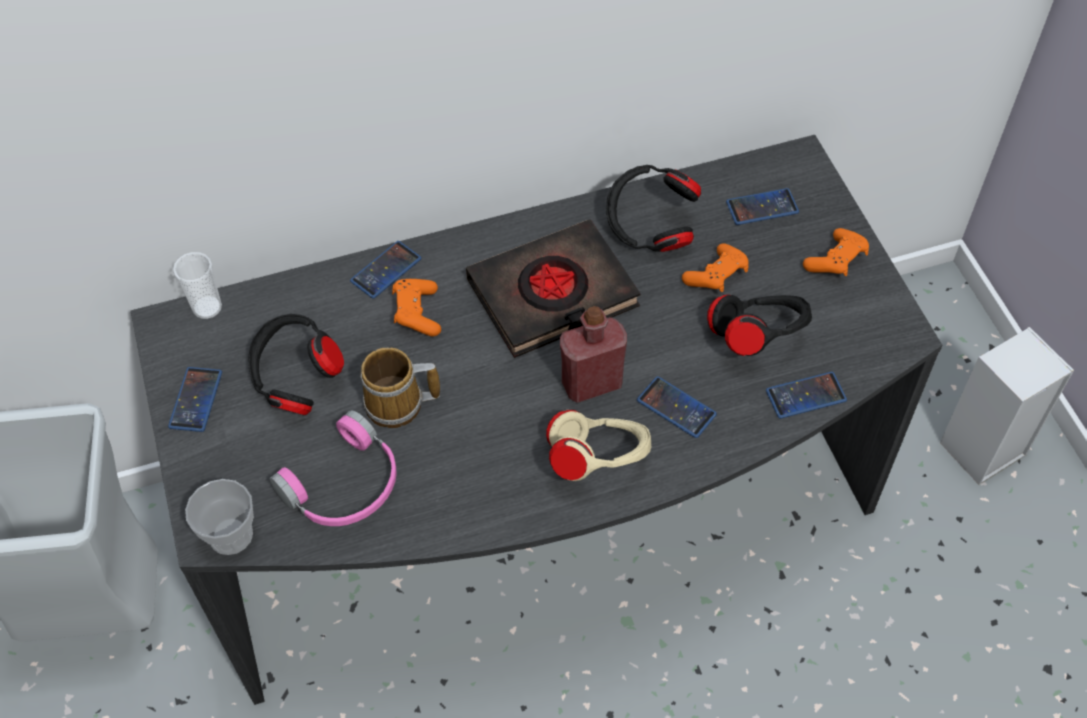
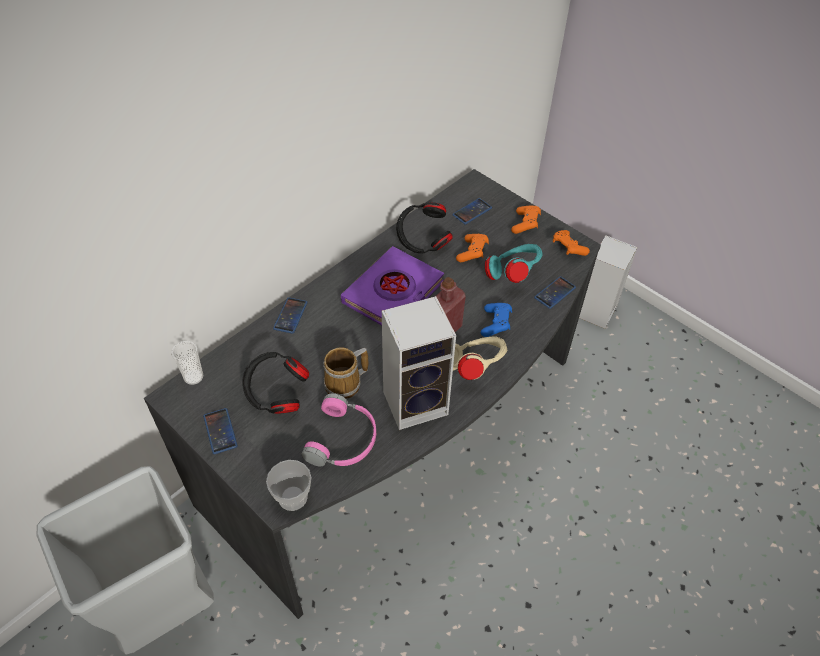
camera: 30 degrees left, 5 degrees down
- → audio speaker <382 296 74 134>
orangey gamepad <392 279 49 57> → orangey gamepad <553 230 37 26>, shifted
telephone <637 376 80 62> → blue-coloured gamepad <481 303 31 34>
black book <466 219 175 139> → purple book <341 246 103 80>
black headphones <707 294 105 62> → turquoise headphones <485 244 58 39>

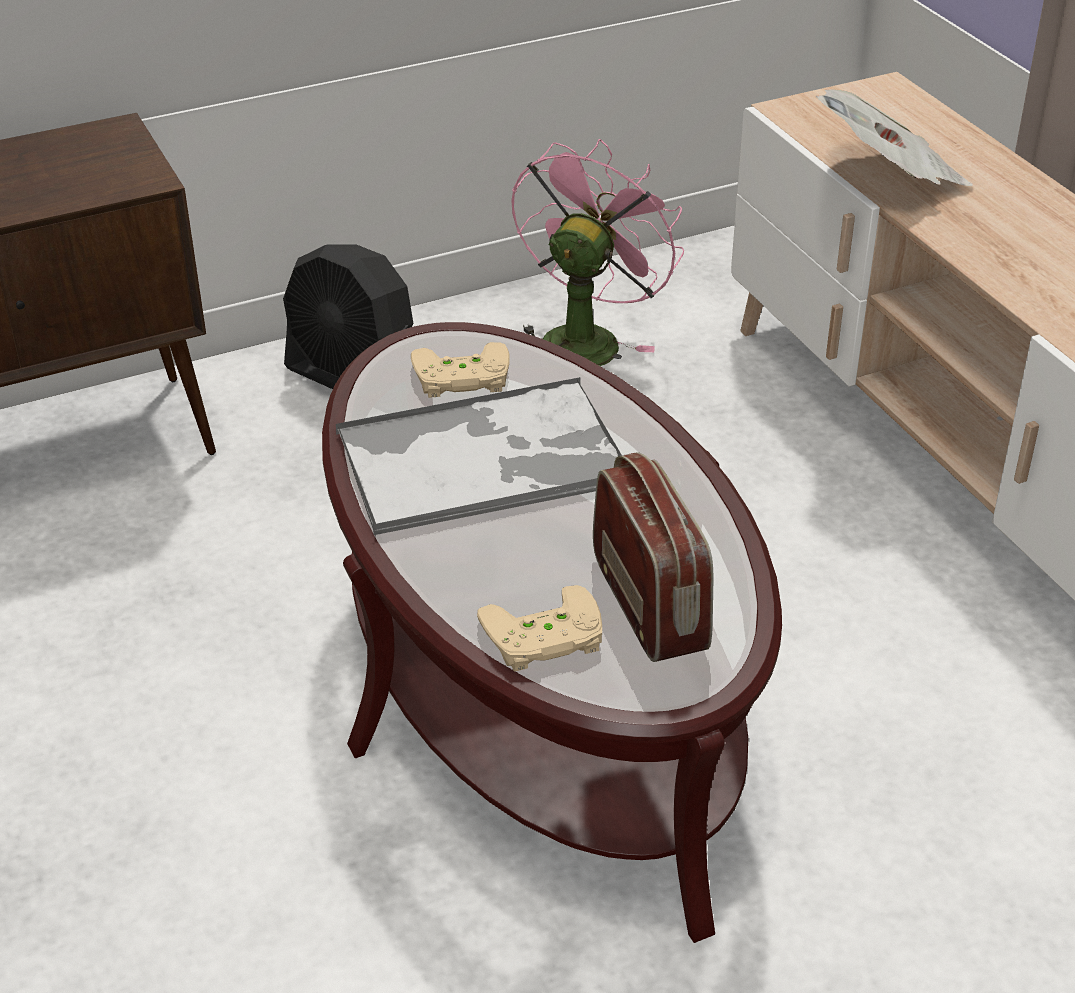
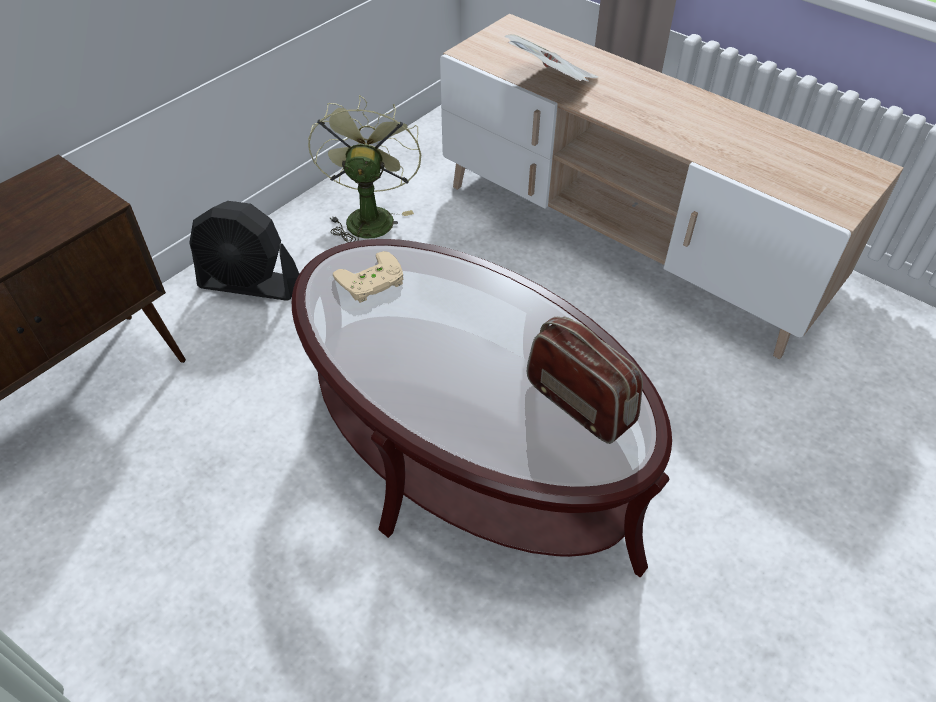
camera: 25 degrees left, 10 degrees up
carrying tray <336 377 286 160> → -
sand-coloured gamepad <477 585 125 86> → -
pinkish electric fan <511 139 173 227> → greenish electric fan <308 95 113 147>

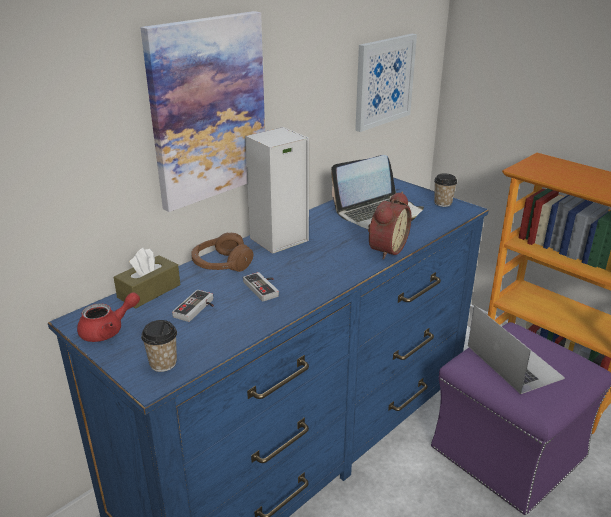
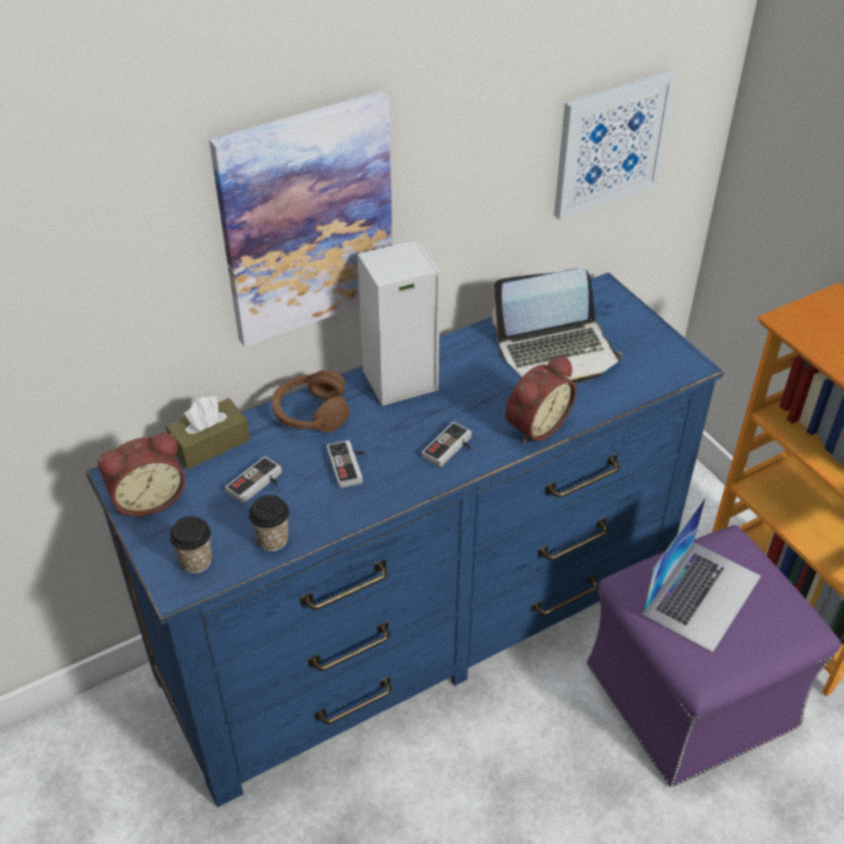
camera: 15 degrees right, 15 degrees up
- → gamepad <422 422 50 45>
cup <434 173 23 34> → cup <249 495 40 56>, shifted
red tea pot <77 292 63 50> → bedside clock <98 433 87 84>
notebook computer <468 305 97 89> → notebook computer <642 497 119 156>, 45 degrees clockwise

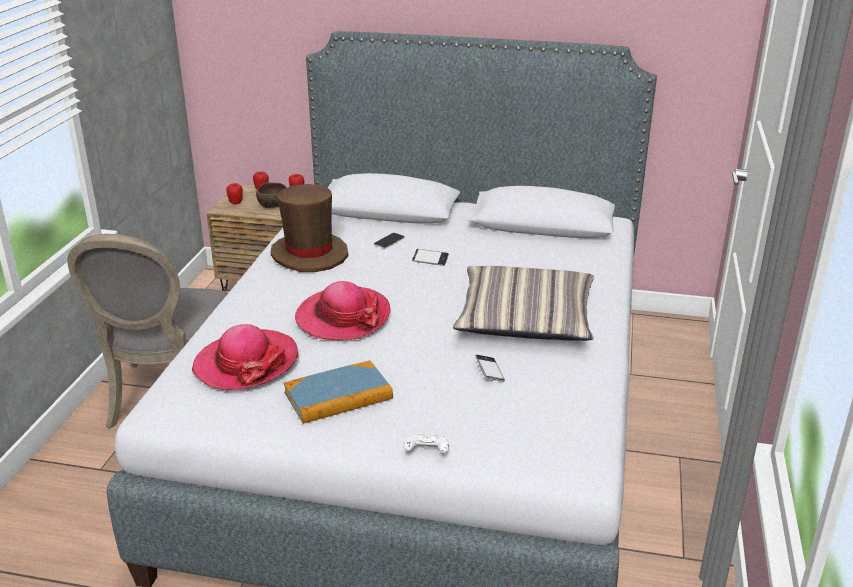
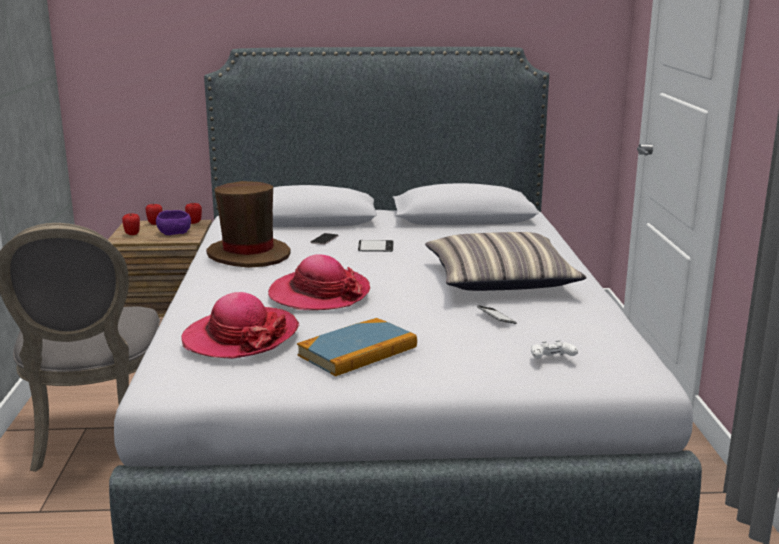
camera: 15 degrees left, 10 degrees down
white gamepad <404 433 45 20> → white gamepad <531 340 47 19>, shifted
brownish serving bowl <256 182 31 26> → purple serving bowl <156 210 35 25>

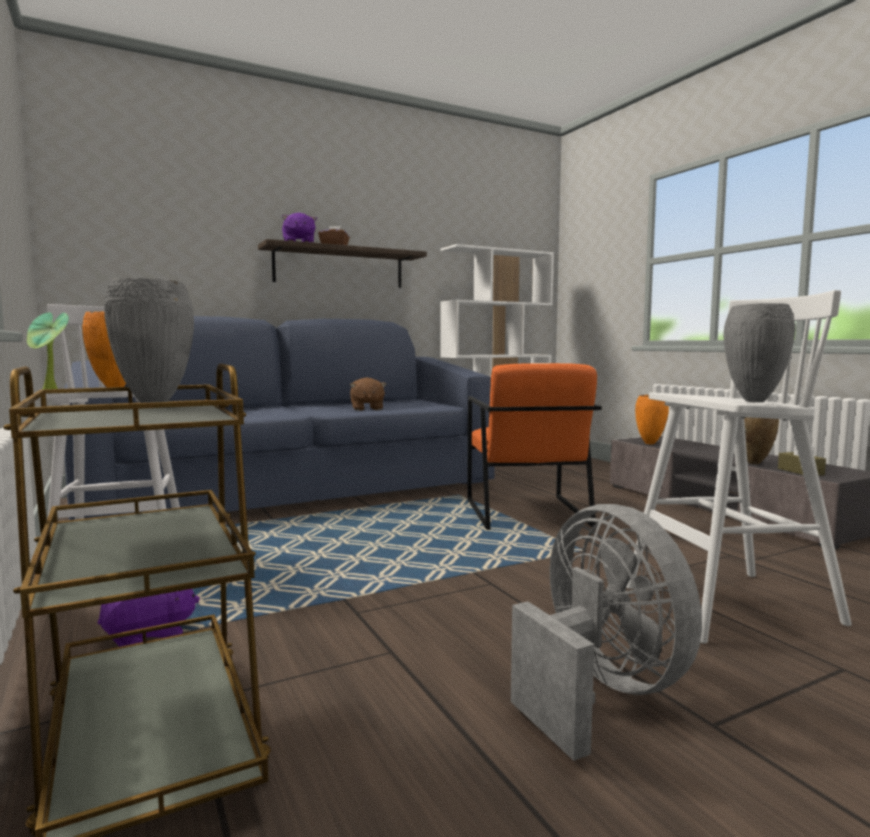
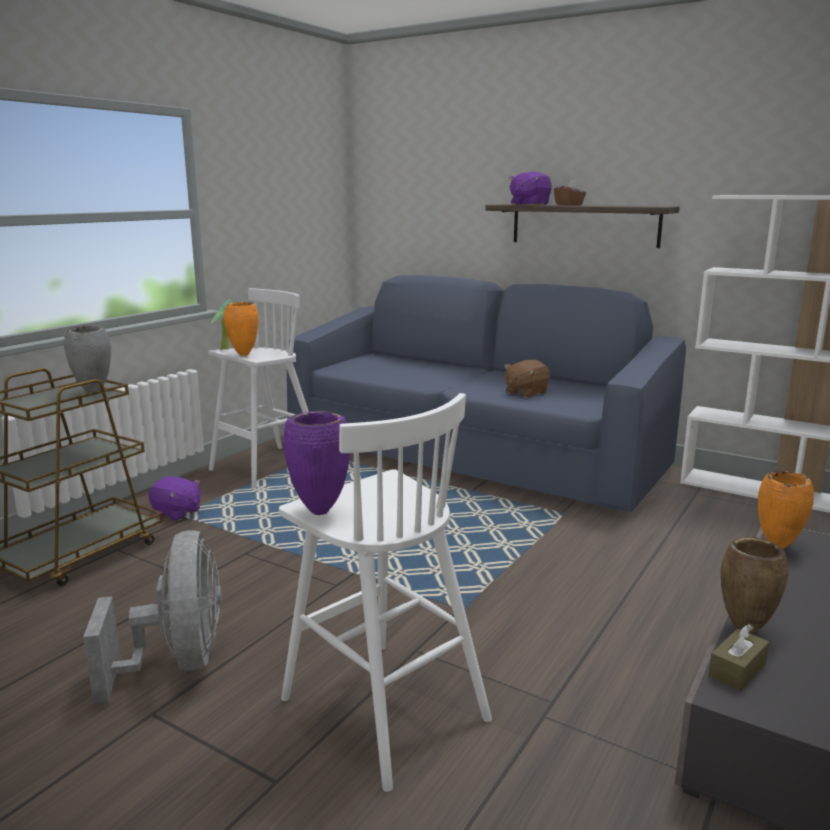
camera: 60 degrees right, 10 degrees up
orangey armchair <467 363 135 167> → -
grey vase <723 303 73 99> → purple vase <283 411 67 104>
grey electric fan <511 504 191 257> → grey electric fan <83 530 139 174>, 45 degrees counterclockwise

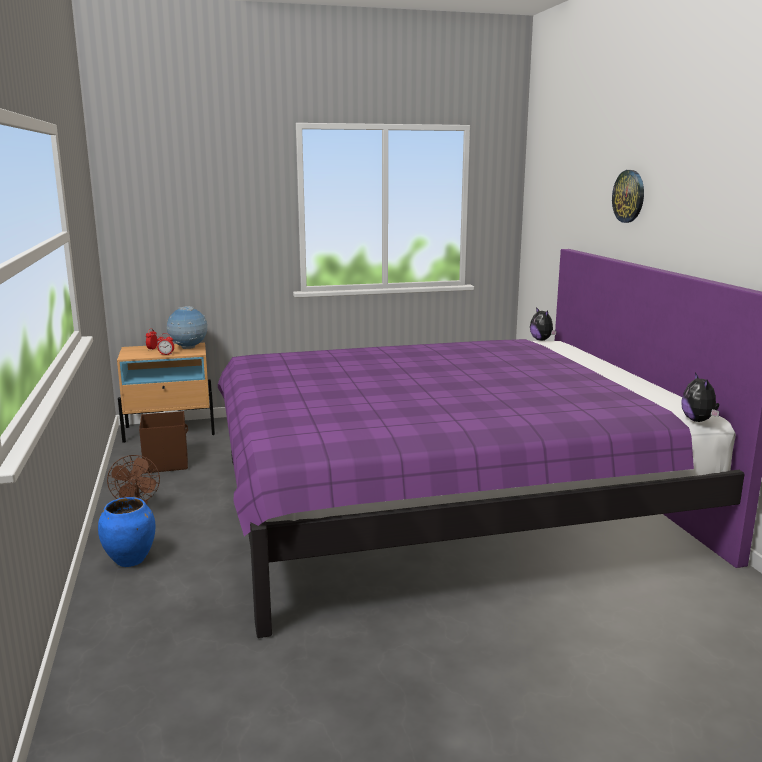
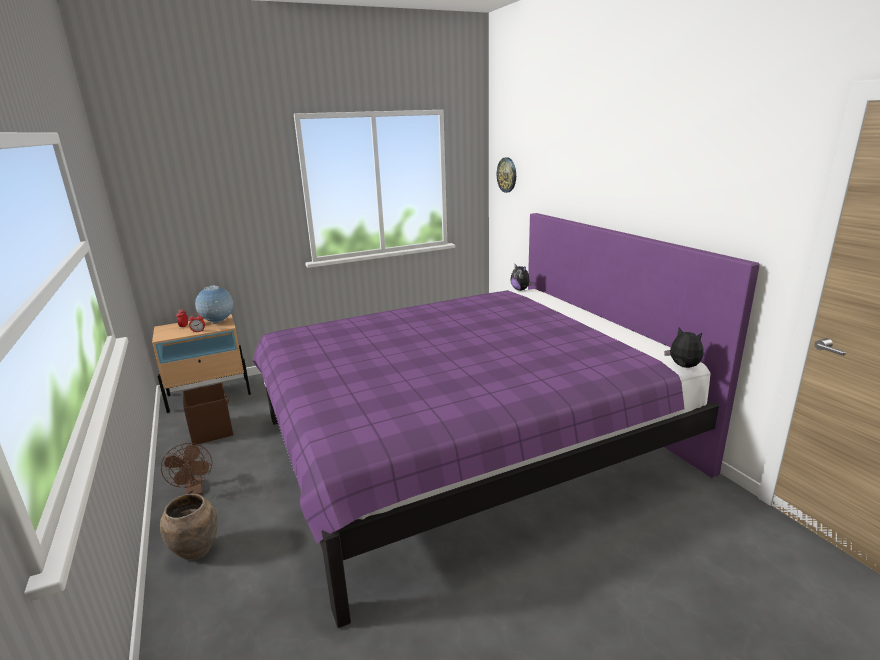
camera: 10 degrees left, 5 degrees up
wall clock <612 170 32 53> → wall clock <497 157 19 36>, shifted
blue-coloured vase <98 497 57 70> → brownish vase <160 494 58 67>
cuddly toy <681 372 38 50> → cuddly toy <664 327 40 41>, 150 degrees clockwise

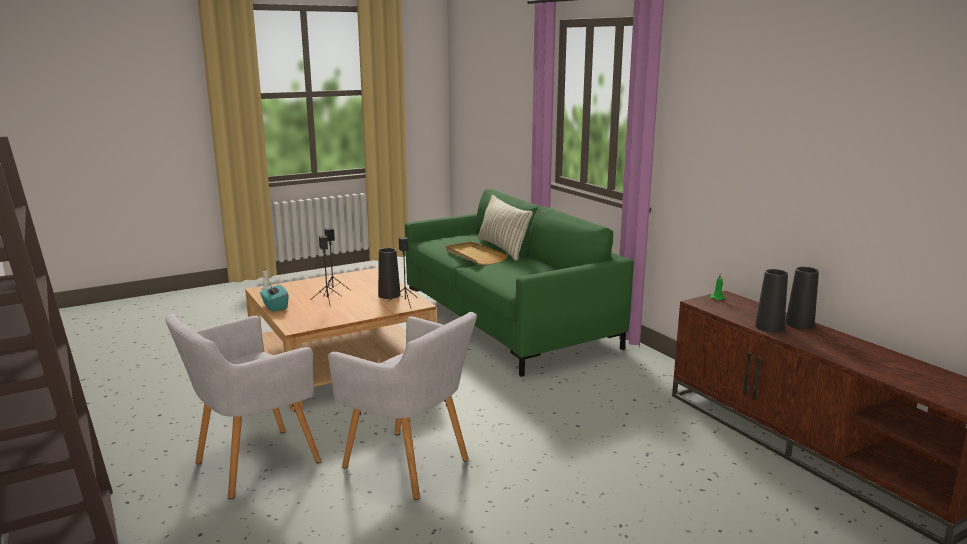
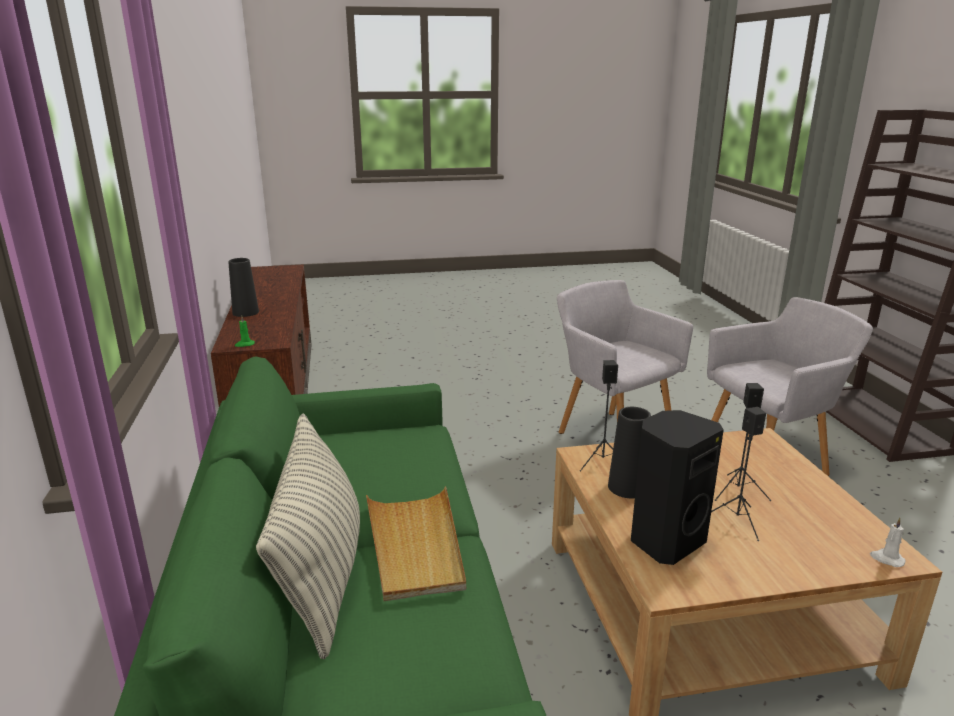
camera: 160 degrees left, 5 degrees up
turquoise tissue holder <260 283 29 29> → -
black vase <755 269 33 63> → -
- → black audio speaker <631 410 93 155>

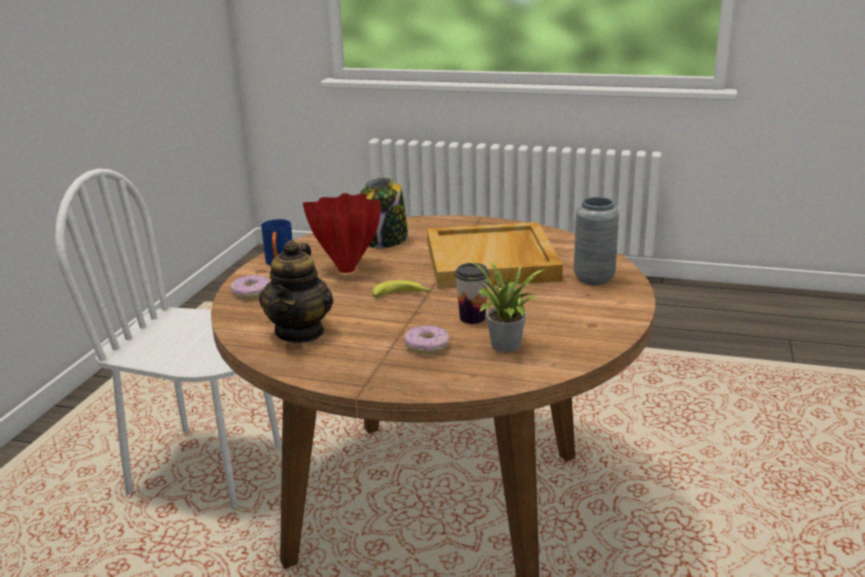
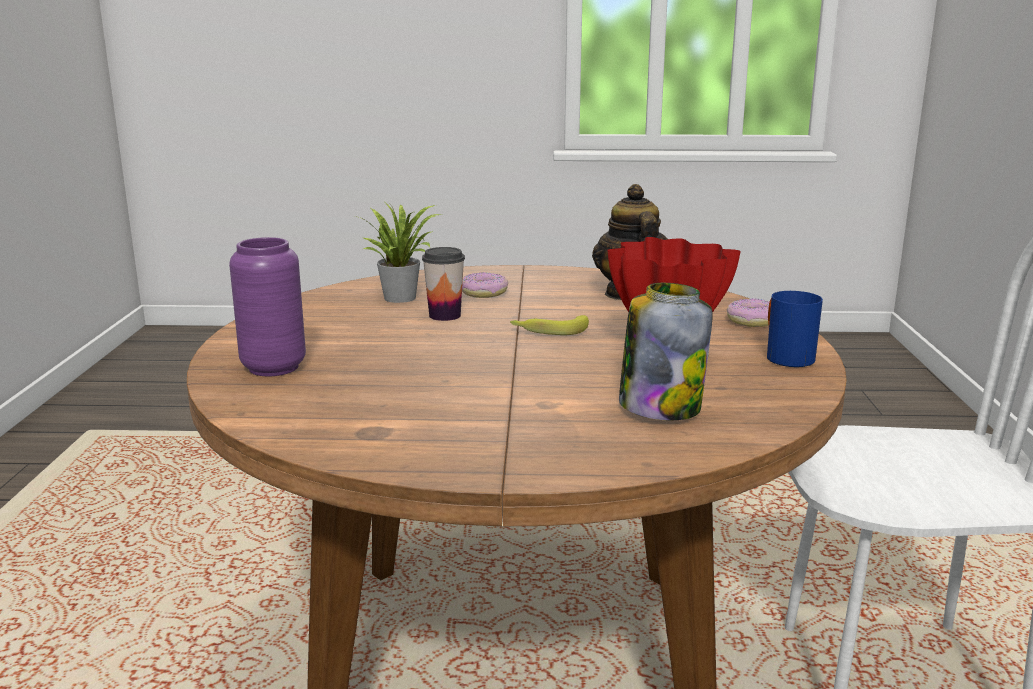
camera: 165 degrees right, 5 degrees down
sand-coloured carrying tray <427 222 136 67> → -
grey vase <574 197 45 88> → purple vase <229 237 77 139>

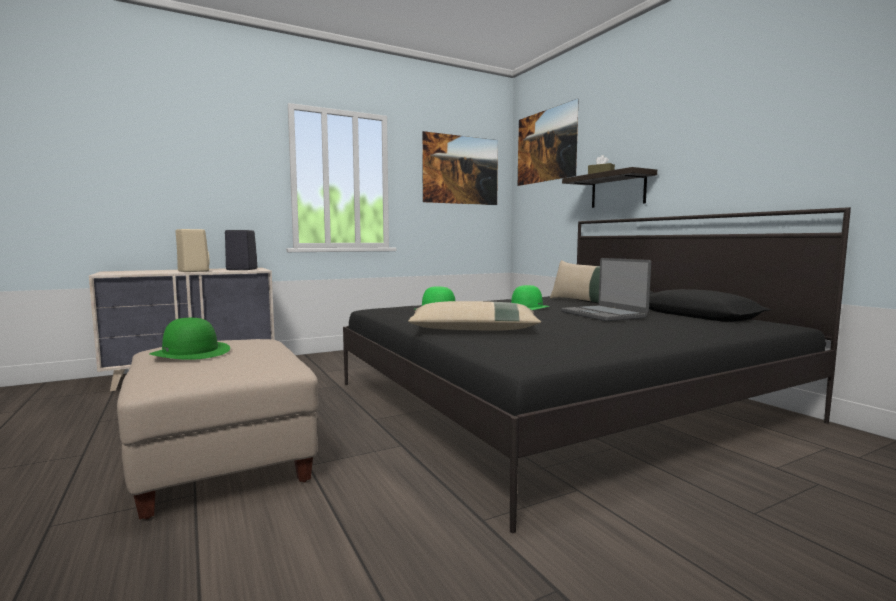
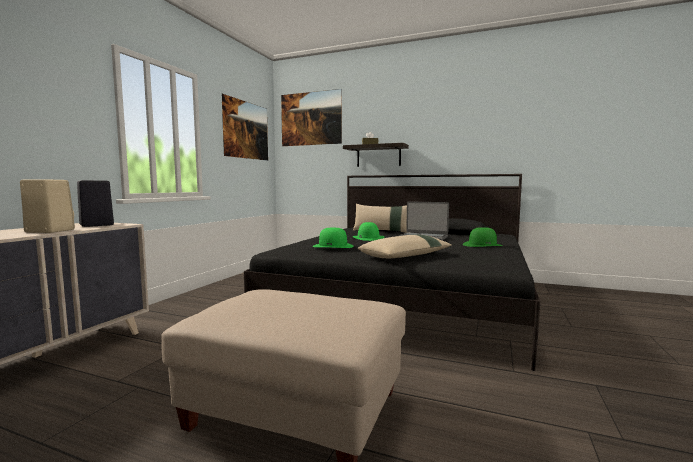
camera: 40 degrees left, 0 degrees up
greenish wearable hat <149 318 81 42> → greenish wearable hat <463 227 40 20>, shifted

